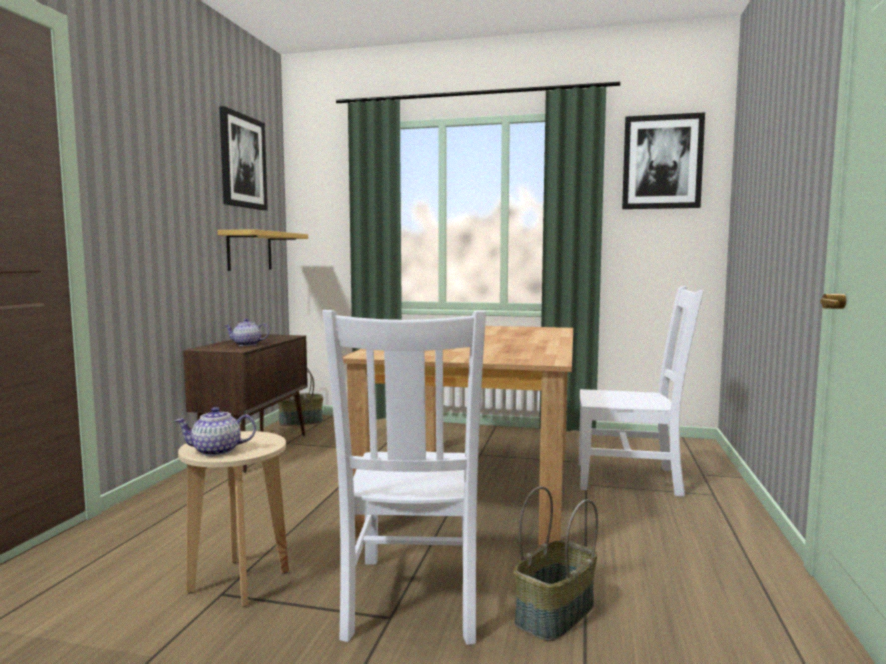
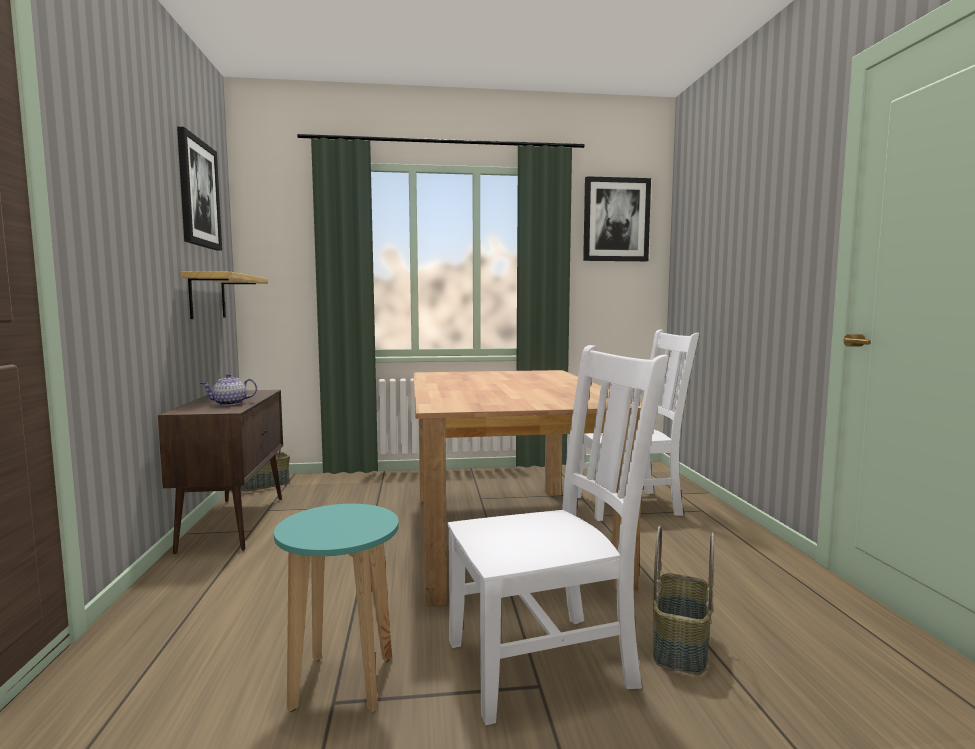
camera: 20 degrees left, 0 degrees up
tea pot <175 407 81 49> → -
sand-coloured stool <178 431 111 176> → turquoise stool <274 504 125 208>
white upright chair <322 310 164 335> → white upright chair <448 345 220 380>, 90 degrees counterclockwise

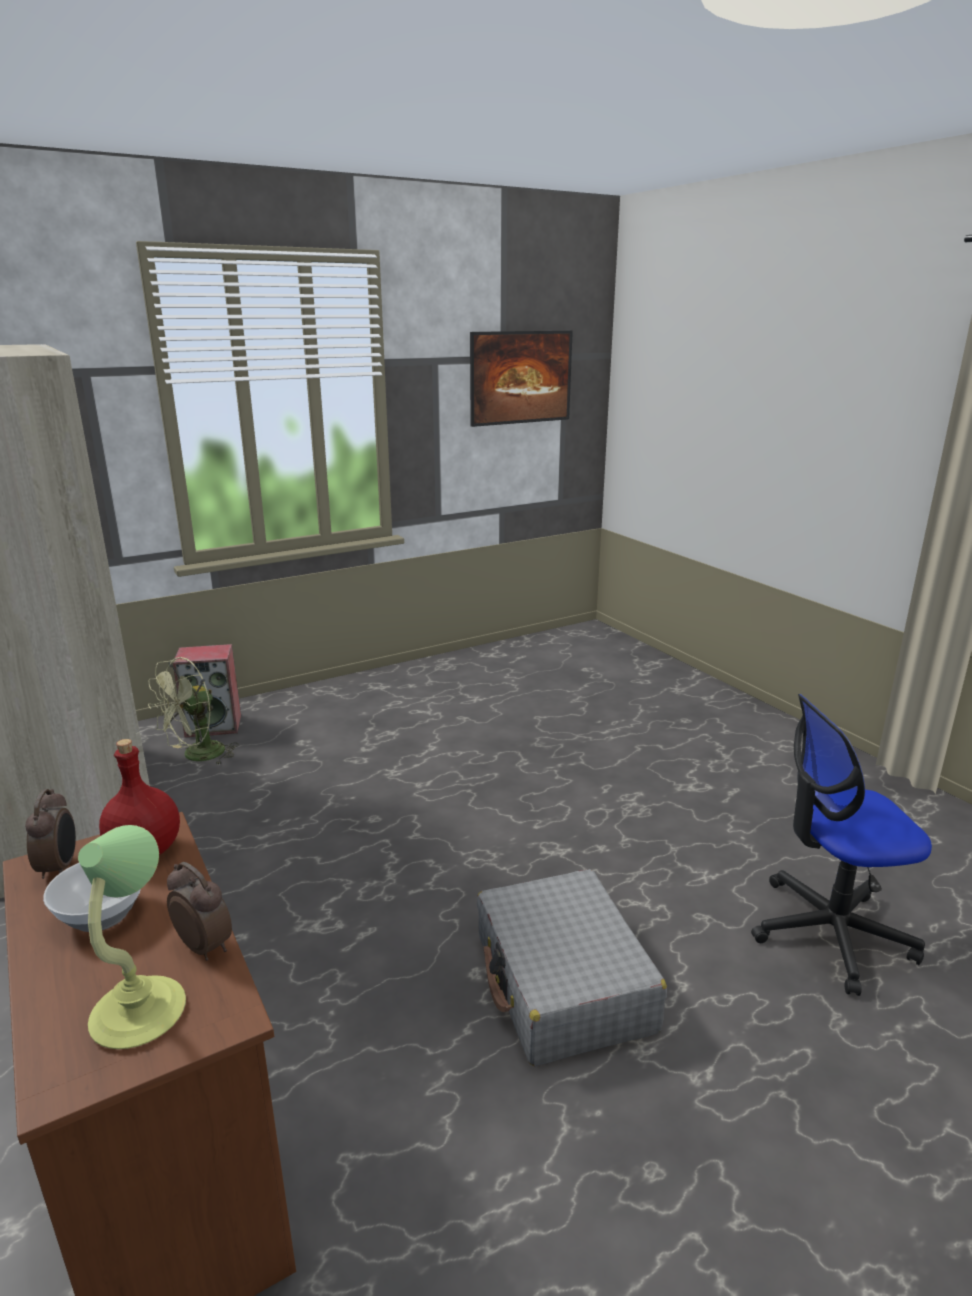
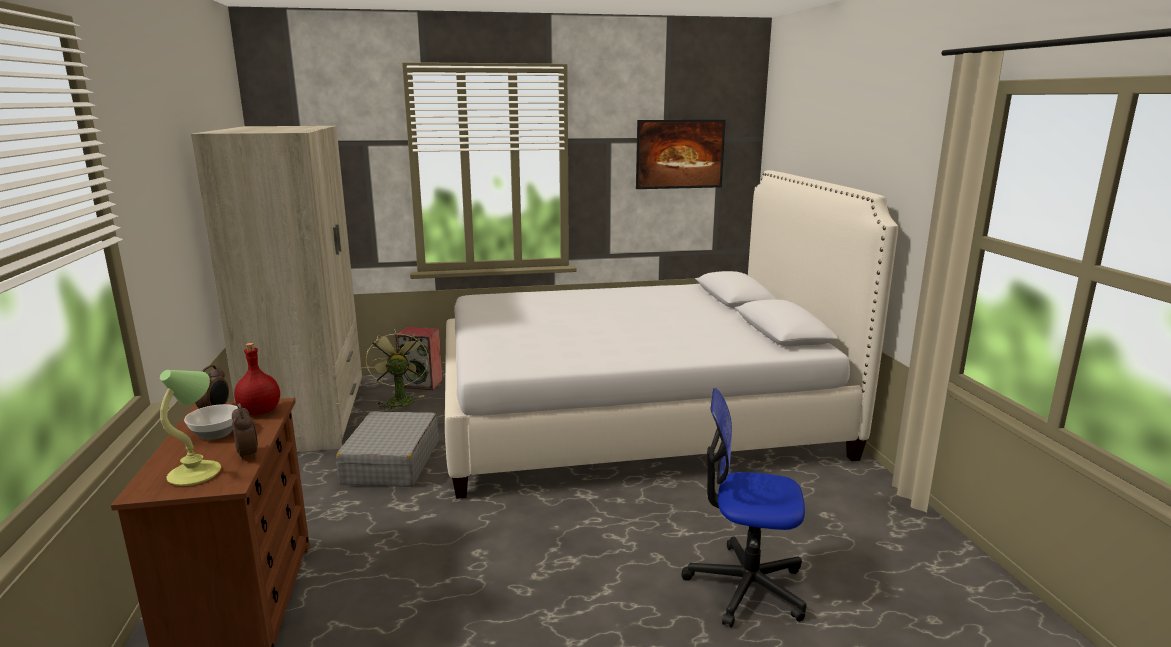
camera: 20 degrees right, 5 degrees down
- → white bed <445 170 453 329>
grey piece of luggage <477 869 190 197> → grey piece of luggage <336 411 102 76>, shifted
greenish electric fan <148 657 90 108> → greenish electric fan <366 329 63 83>, 105 degrees clockwise

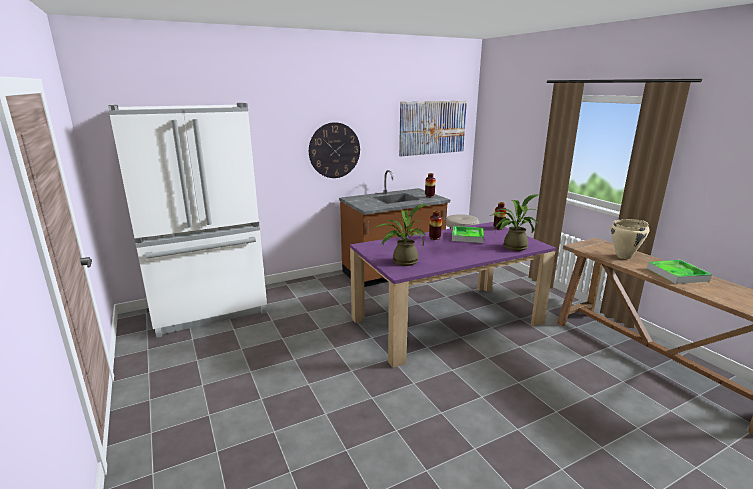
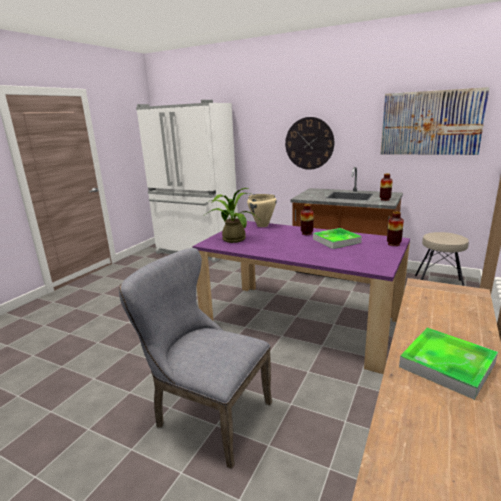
camera: 55 degrees right, 0 degrees up
houseplant <489 194 51 57> → -
- → grey upright chair <119 248 153 221>
sand-coloured saucepot <611 219 39 40> → sand-coloured saucepot <247 194 30 33>, shifted

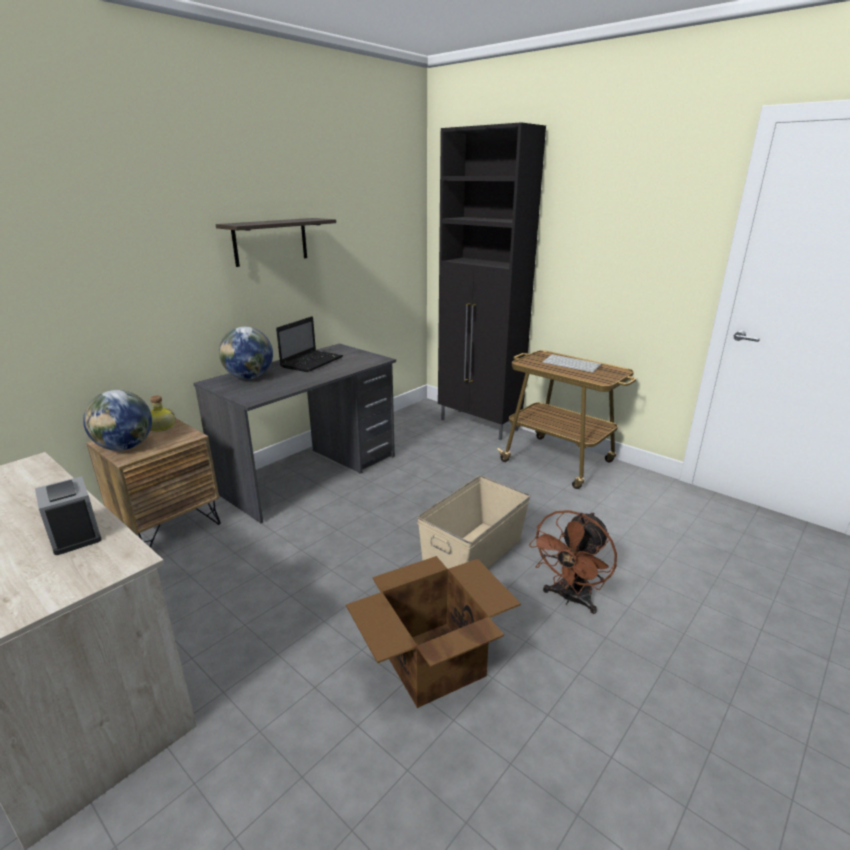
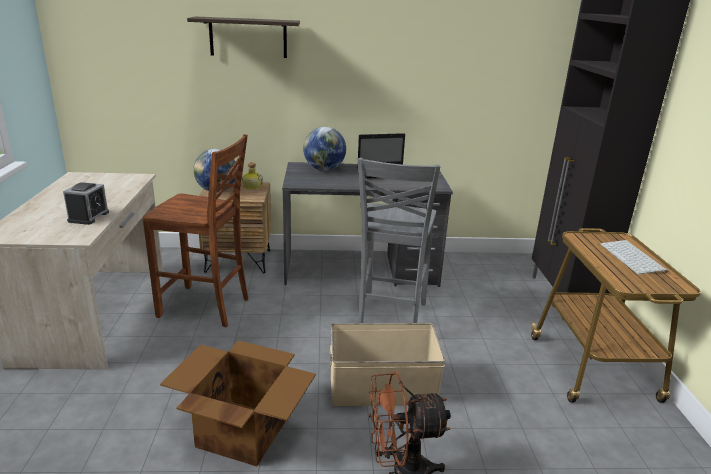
camera: 45 degrees right, 0 degrees up
- → brownish upright chair <142 134 106 193>
- → grey upright chair <358 158 82 165>
wall shelf <216 218 120 49> → wall shelf <187 16 113 42>, shifted

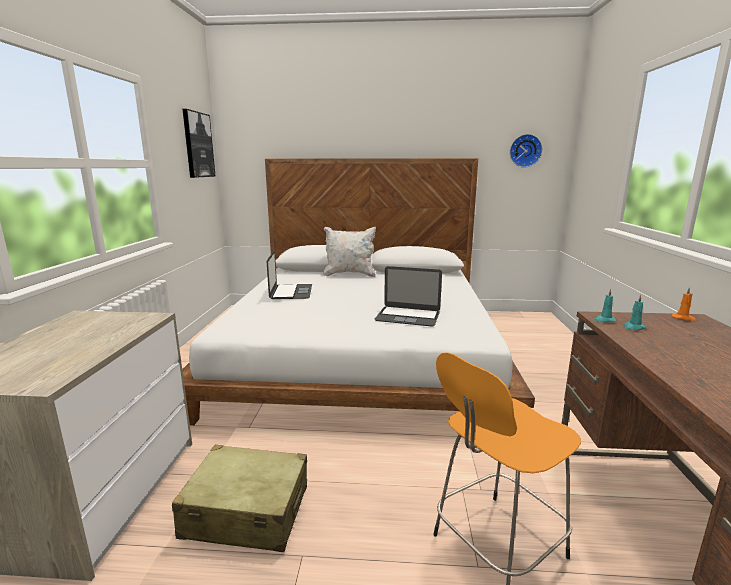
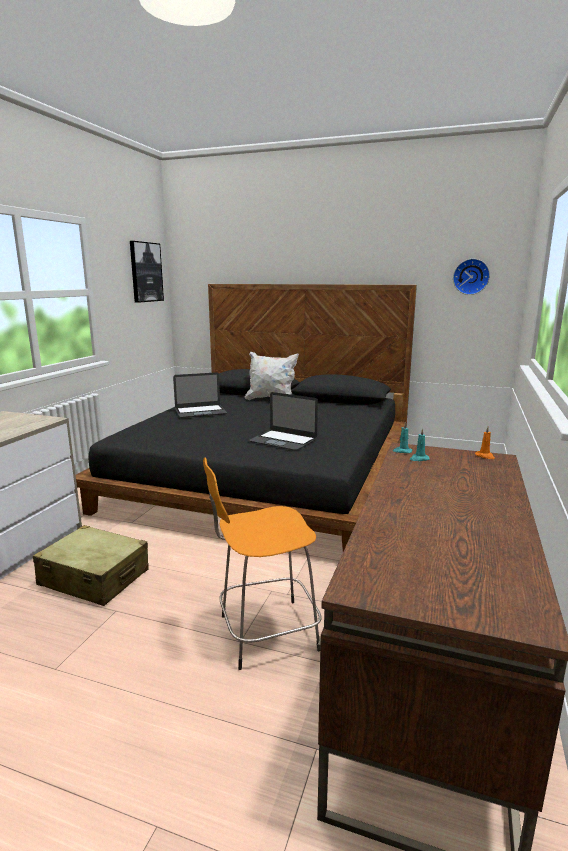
camera: 15 degrees right, 0 degrees up
white bed <182 158 353 267> → black bed <76 284 341 267>
notebook computer <267 250 45 49> → notebook computer <173 372 54 46>, 60 degrees clockwise

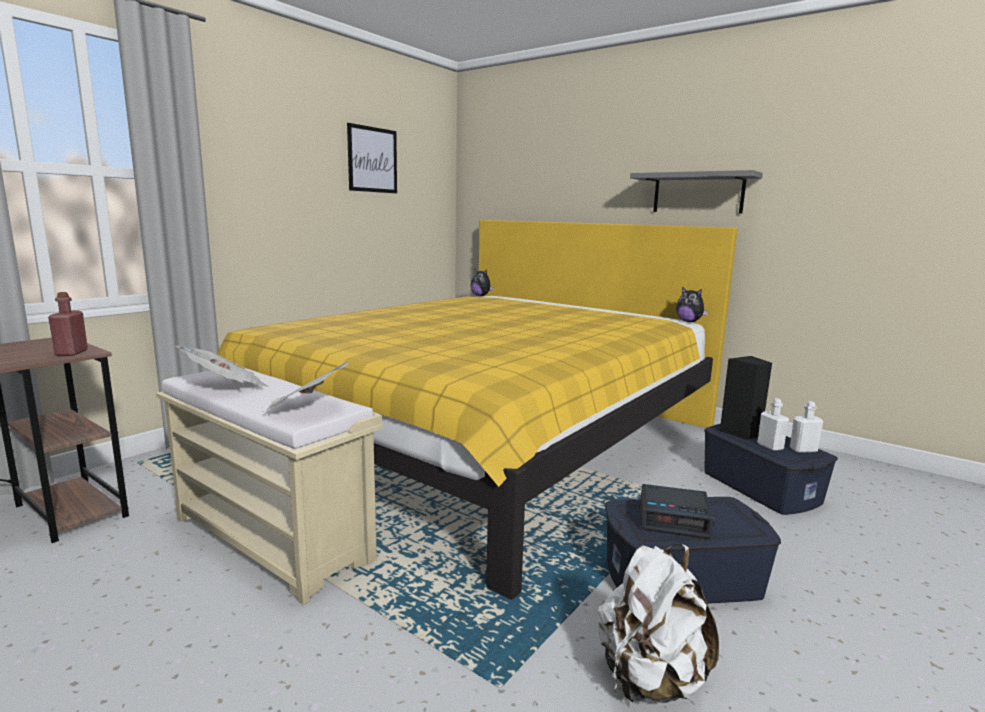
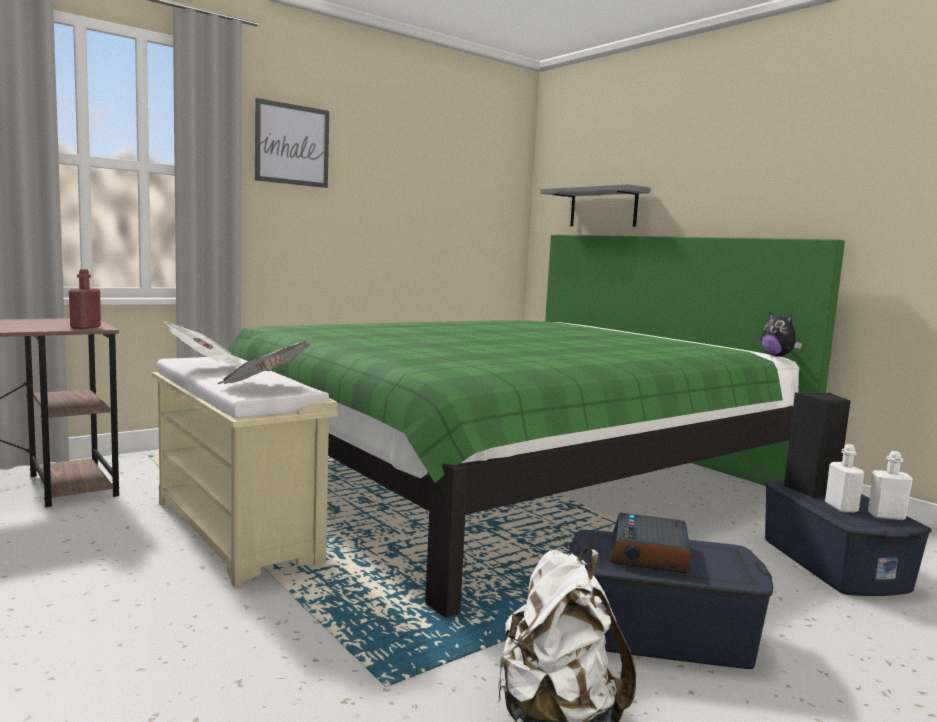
camera: 15 degrees right, 5 degrees down
cuddly toy <470 268 24 28> → -
picture <347 123 50 70> → picture <255 98 74 90>, shifted
grey wall shelf <630 170 133 44> → grey wall shelf <541 184 109 43>, shifted
yellowish bed <217 220 521 380> → greenish bed <228 235 617 383>
bedside clock <641 484 74 55> → bedside clock <610 513 81 60>, 75 degrees clockwise

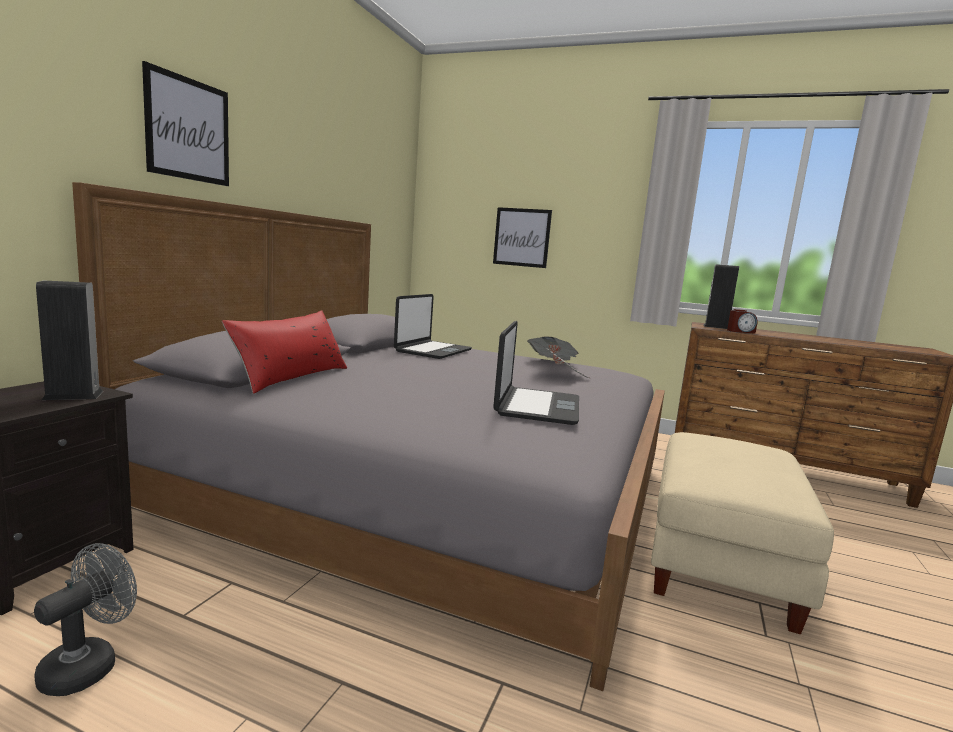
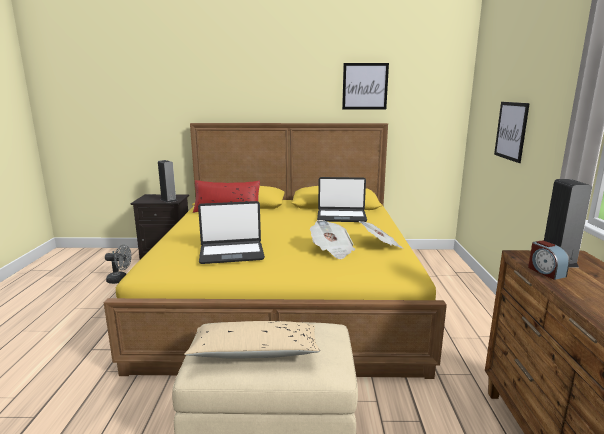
camera: 70 degrees right, 5 degrees up
- → sand-coloured cushion <184 321 136 38>
picture <142 61 87 125> → picture <342 63 47 47>, shifted
grey bed <72 182 593 509> → yellowish bed <104 123 343 256>

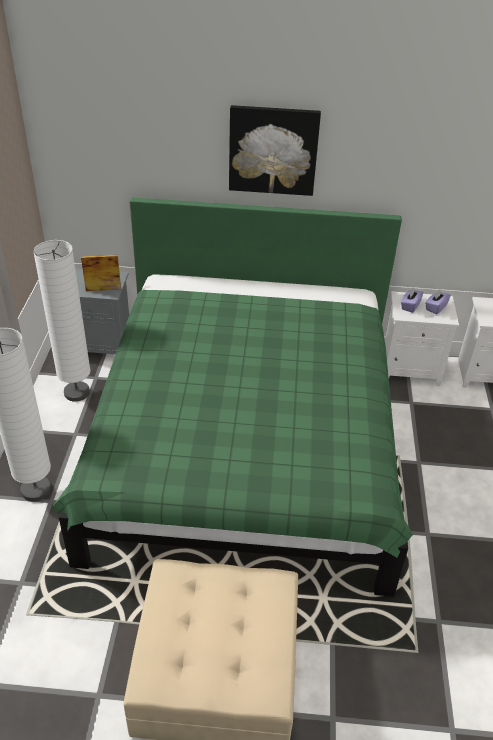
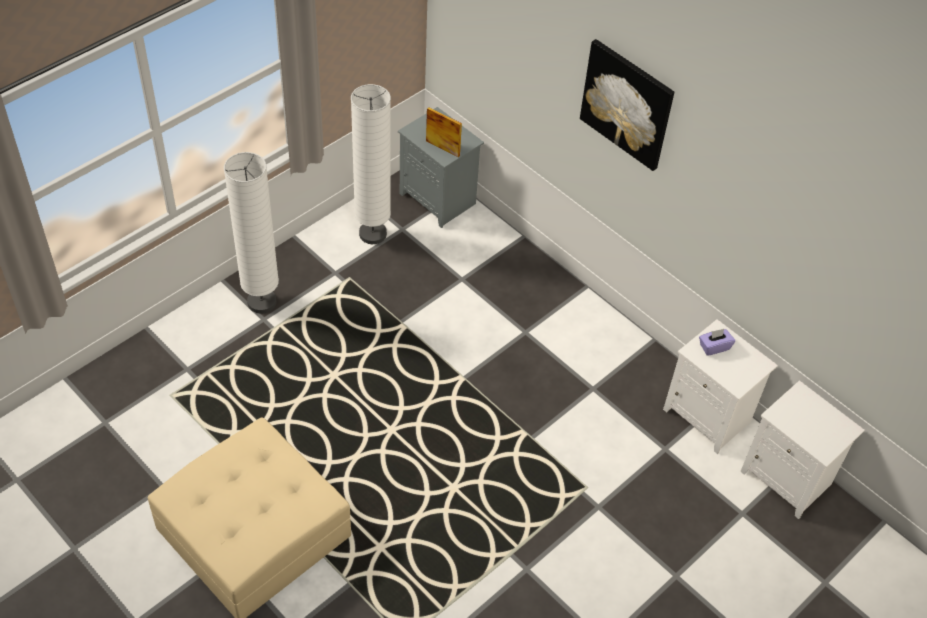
camera: 40 degrees right, 10 degrees up
greenish bed <52 197 361 400> → -
purple tissue holder <425 290 26 24> → -

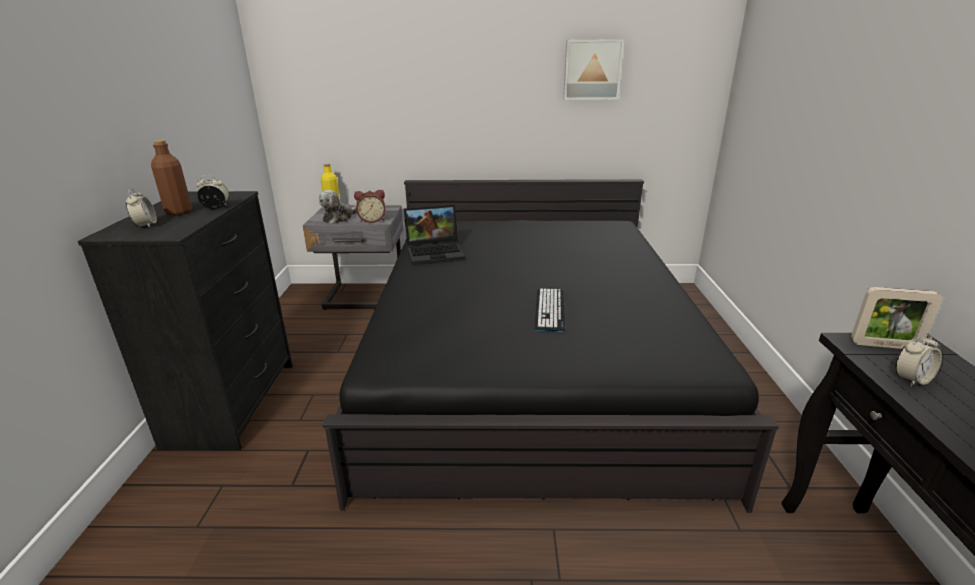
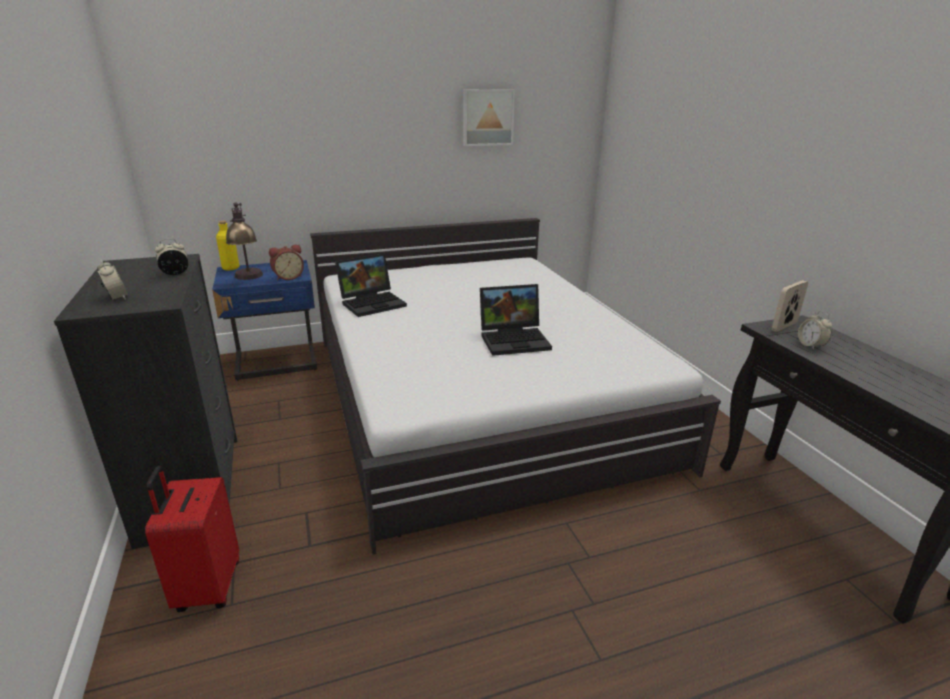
camera: 20 degrees left, 0 degrees up
brownish beverage bottle <151 140 41 76> → -
- → red piece of luggage <145 466 94 146>
cuddly toy <319 190 38 34> → tabletop lamp <226 202 37 78>
PC keyboard <535 288 30 44> → notebook computer <480 284 72 72>
grey bedside table <303 205 100 105> → blue-coloured bedside table <212 260 105 121>
black bed <323 179 456 334> → white bed <310 218 411 337>
standing frame <851 287 91 62> → standing frame <772 280 36 52>, 150 degrees clockwise
bedside clock <895 332 47 54> → bedside clock <798 311 34 39>, 120 degrees clockwise

